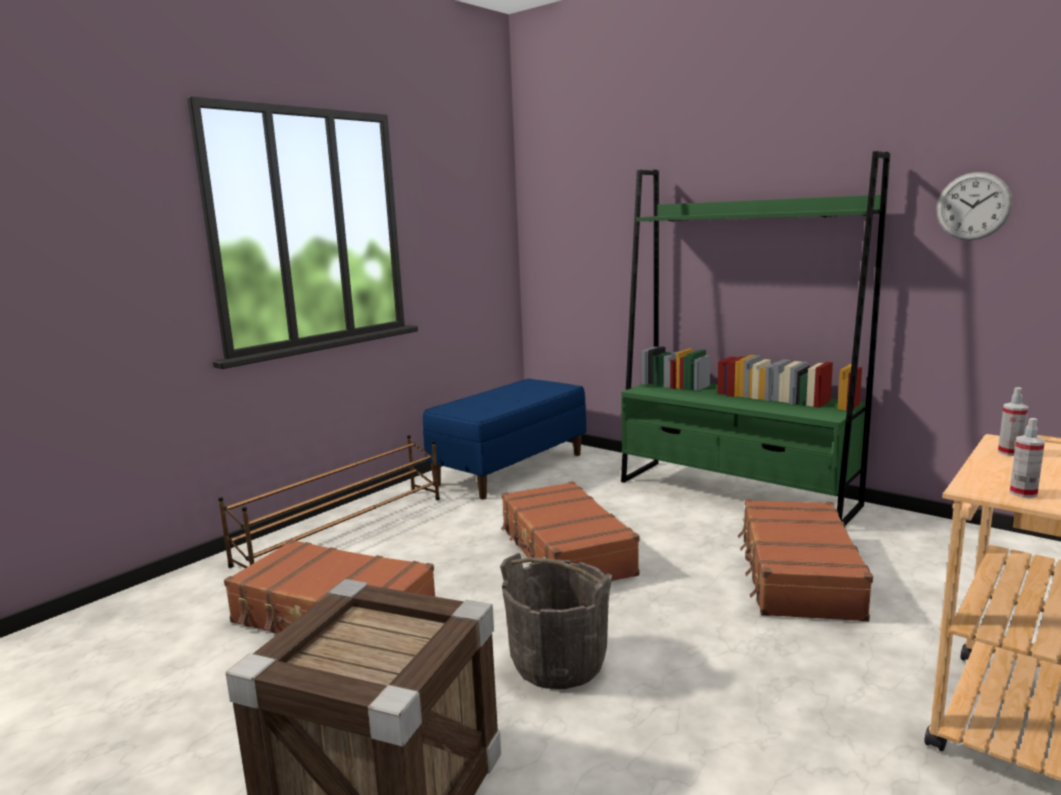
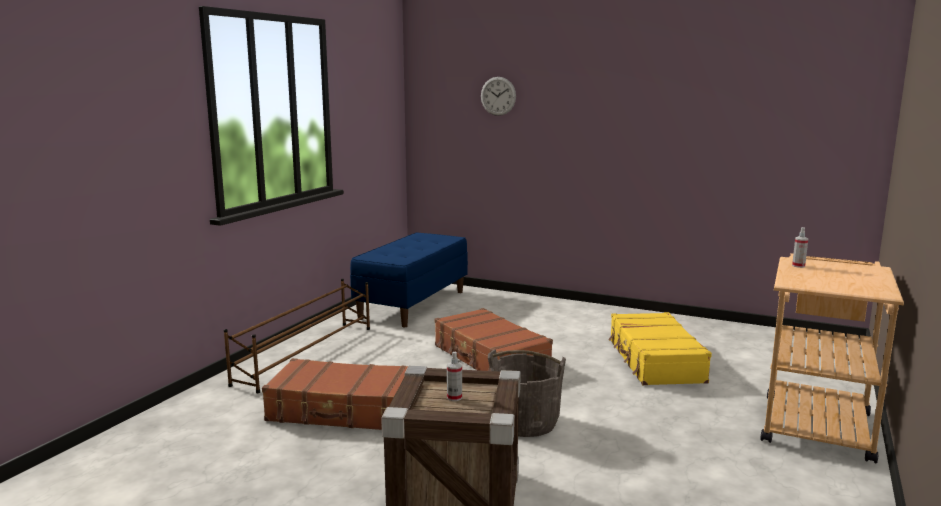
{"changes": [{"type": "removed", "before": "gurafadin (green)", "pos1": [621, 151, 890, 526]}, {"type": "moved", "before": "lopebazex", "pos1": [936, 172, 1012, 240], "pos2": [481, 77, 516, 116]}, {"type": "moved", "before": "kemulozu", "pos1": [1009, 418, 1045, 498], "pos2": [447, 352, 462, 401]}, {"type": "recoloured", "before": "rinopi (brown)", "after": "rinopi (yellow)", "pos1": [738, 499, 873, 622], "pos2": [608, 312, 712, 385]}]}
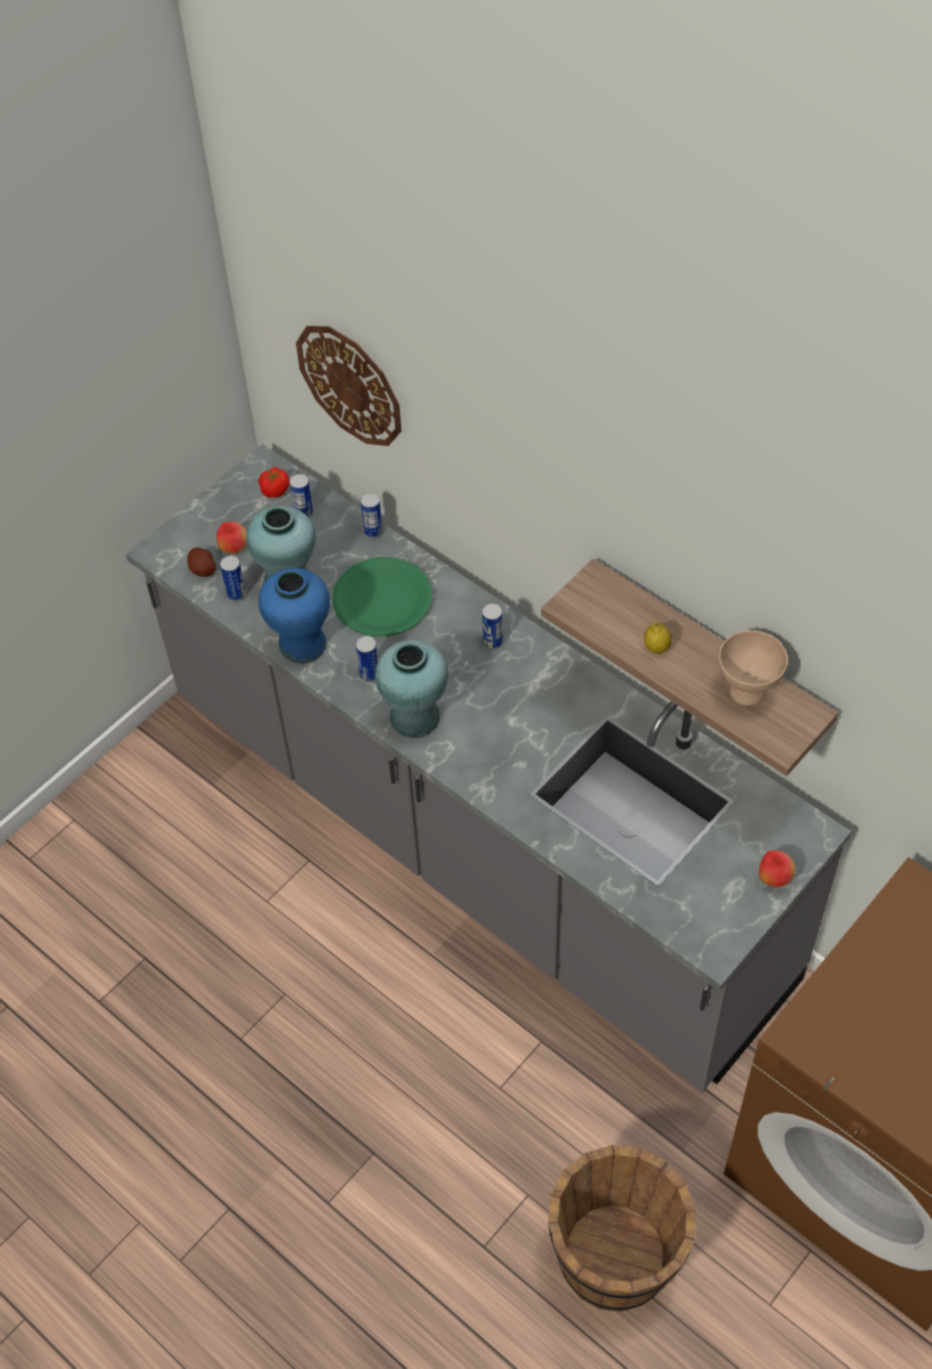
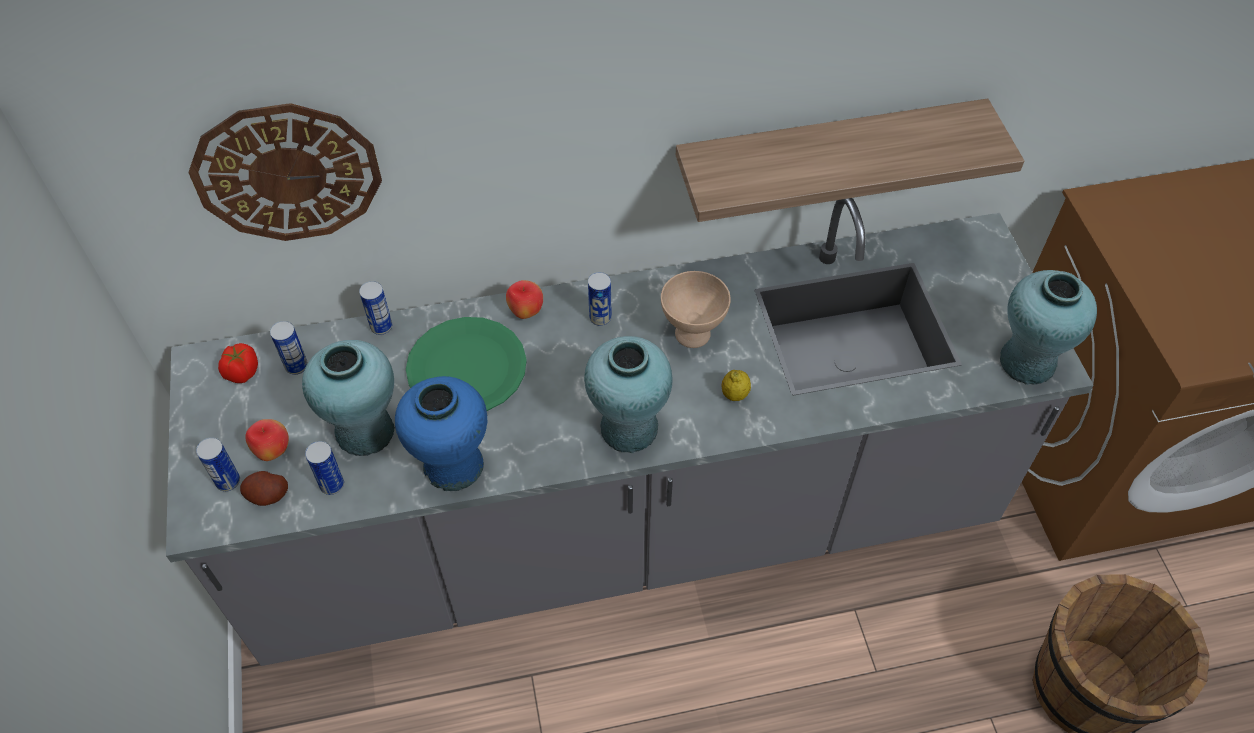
{"changes": [{"type": "moved", "before": "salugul", "pos1": [644, 622, 672, 653], "pos2": [722, 370, 751, 401]}, {"type": "moved", "before": "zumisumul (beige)", "pos1": [719, 630, 788, 706], "pos2": [661, 271, 731, 348]}, {"type": "moved", "before": "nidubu", "pos1": [356, 636, 378, 682], "pos2": [196, 438, 240, 491]}, {"type": "moved", "before": "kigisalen", "pos1": [759, 850, 796, 887], "pos2": [506, 280, 543, 319]}, {"type": "added", "after": "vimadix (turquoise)", "pos2": [1000, 270, 1097, 385]}]}
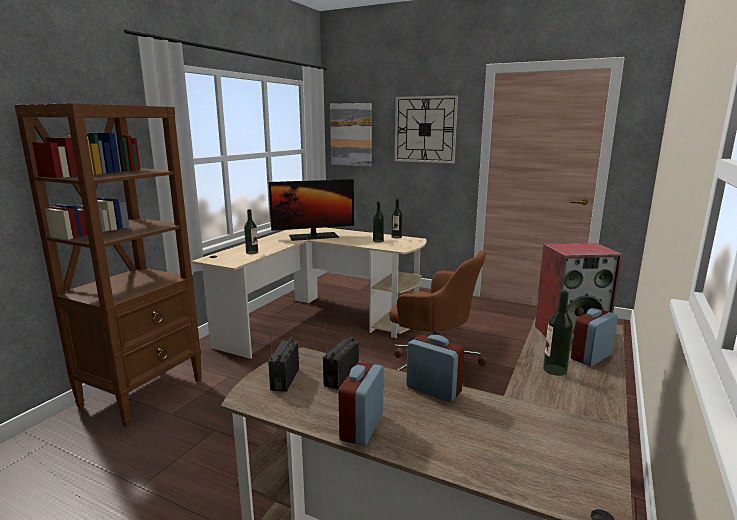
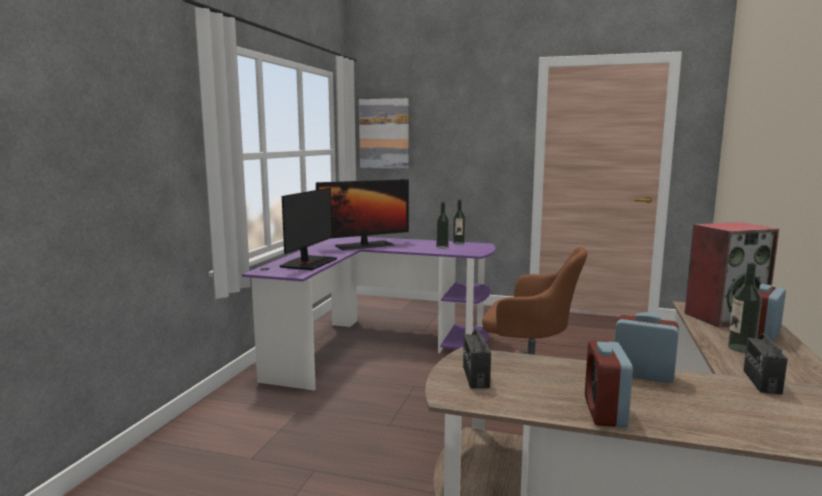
{"changes": [{"type": "removed", "before": "lopebazex", "pos1": [395, 95, 458, 163]}, {"type": "removed", "before": "gurafadin (brown)", "pos1": [14, 103, 202, 427]}, {"type": "replaced", "before": "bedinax", "after": "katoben", "pos1": [244, 209, 258, 254], "pos2": [279, 188, 338, 270]}, {"type": "recoloured", "before": "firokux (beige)", "after": "firokux (purple)", "pos1": [191, 227, 426, 359], "pos2": [242, 236, 495, 390]}, {"type": "moved", "before": "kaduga", "pos1": [323, 323, 359, 390], "pos2": [743, 314, 788, 395]}]}
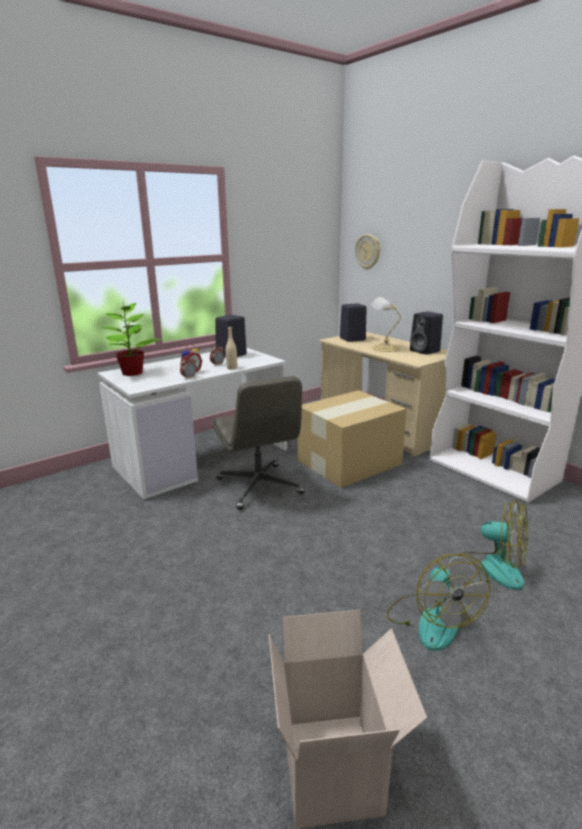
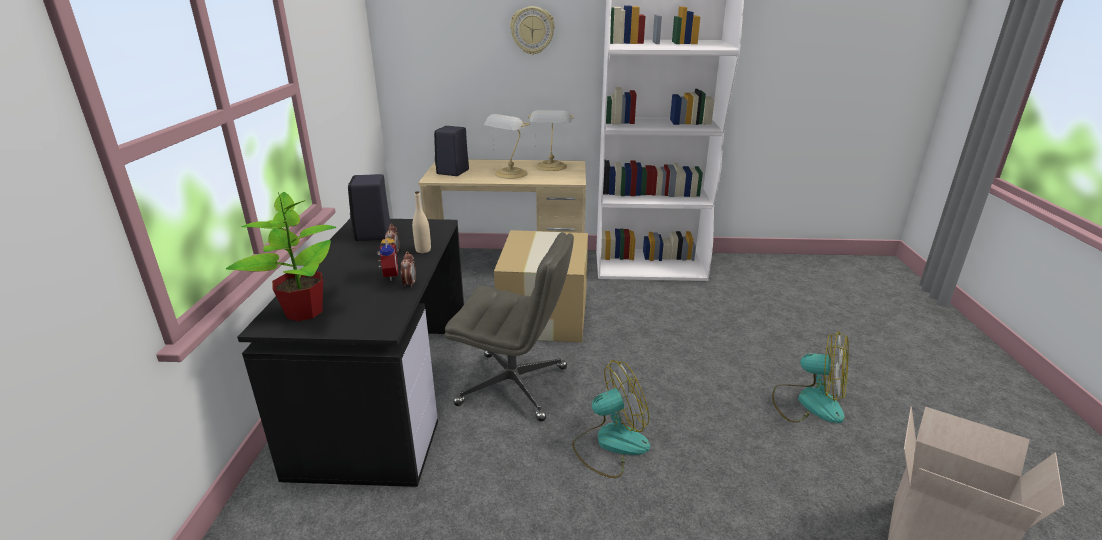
{"changes": [{"type": "moved", "before": "lopebazex", "pos1": [355, 234, 380, 270], "pos2": [510, 6, 555, 55]}, {"type": "replaced", "before": "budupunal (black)", "after": "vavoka", "pos1": [410, 311, 443, 355], "pos2": [528, 110, 574, 171]}, {"type": "recoloured", "before": "firokux (white)", "after": "firokux (black)", "pos1": [98, 347, 287, 499], "pos2": [237, 219, 464, 487]}, {"type": "moved", "before": "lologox", "pos1": [457, 500, 528, 590], "pos2": [572, 360, 650, 478]}]}
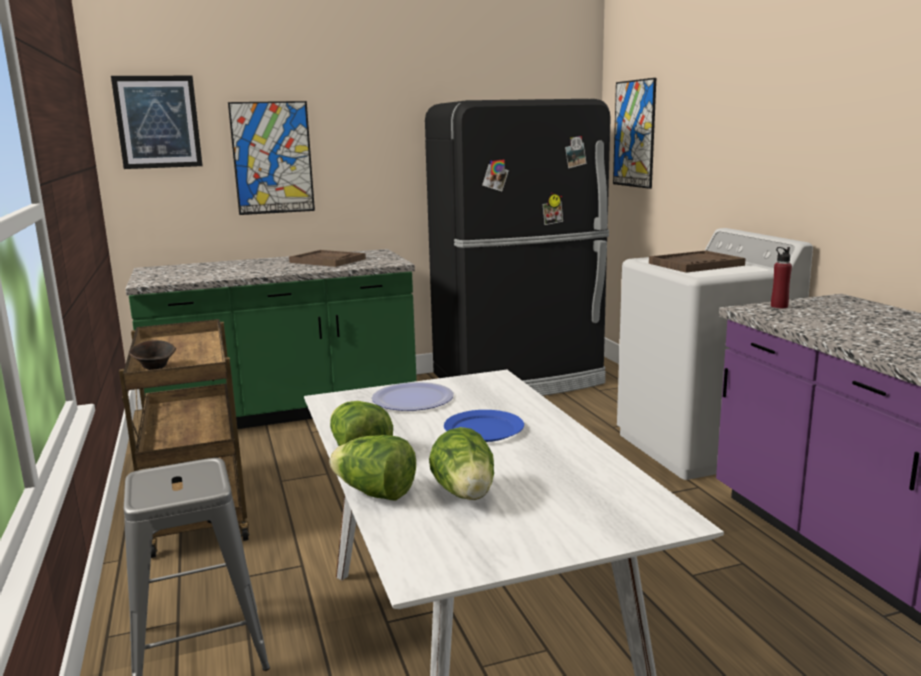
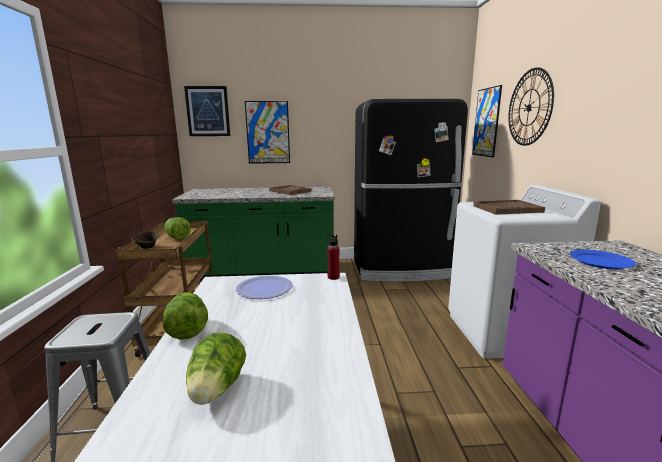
{"changes": [{"type": "moved", "before": "bedinax (red)", "pos1": [771, 247, 792, 308], "pos2": [327, 234, 340, 280]}, {"type": "moved", "before": "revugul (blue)", "pos1": [444, 410, 524, 442], "pos2": [570, 250, 636, 269]}, {"type": "moved", "before": "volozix", "pos1": [329, 435, 416, 501], "pos2": [164, 217, 191, 240]}, {"type": "added", "after": "lopebazex", "pos2": [508, 68, 554, 146]}]}
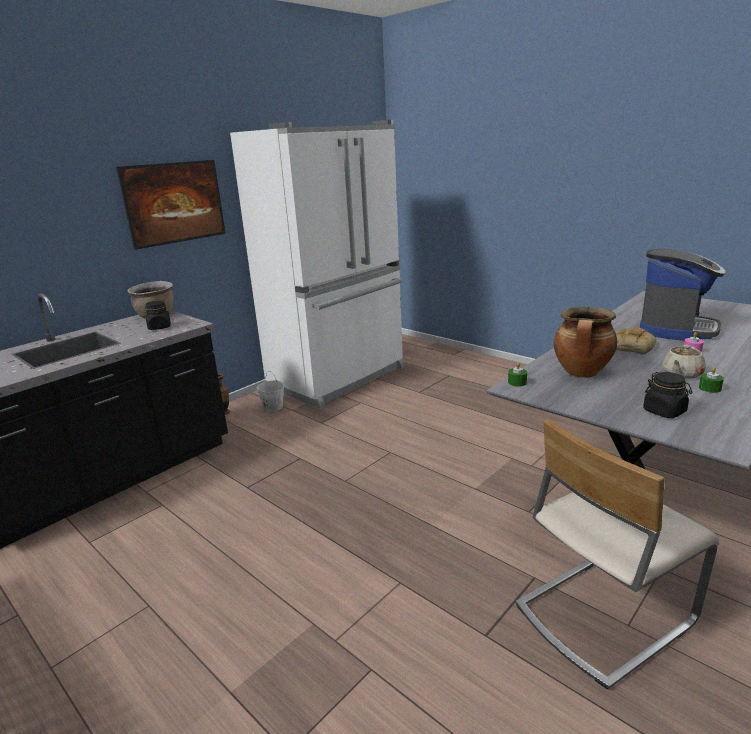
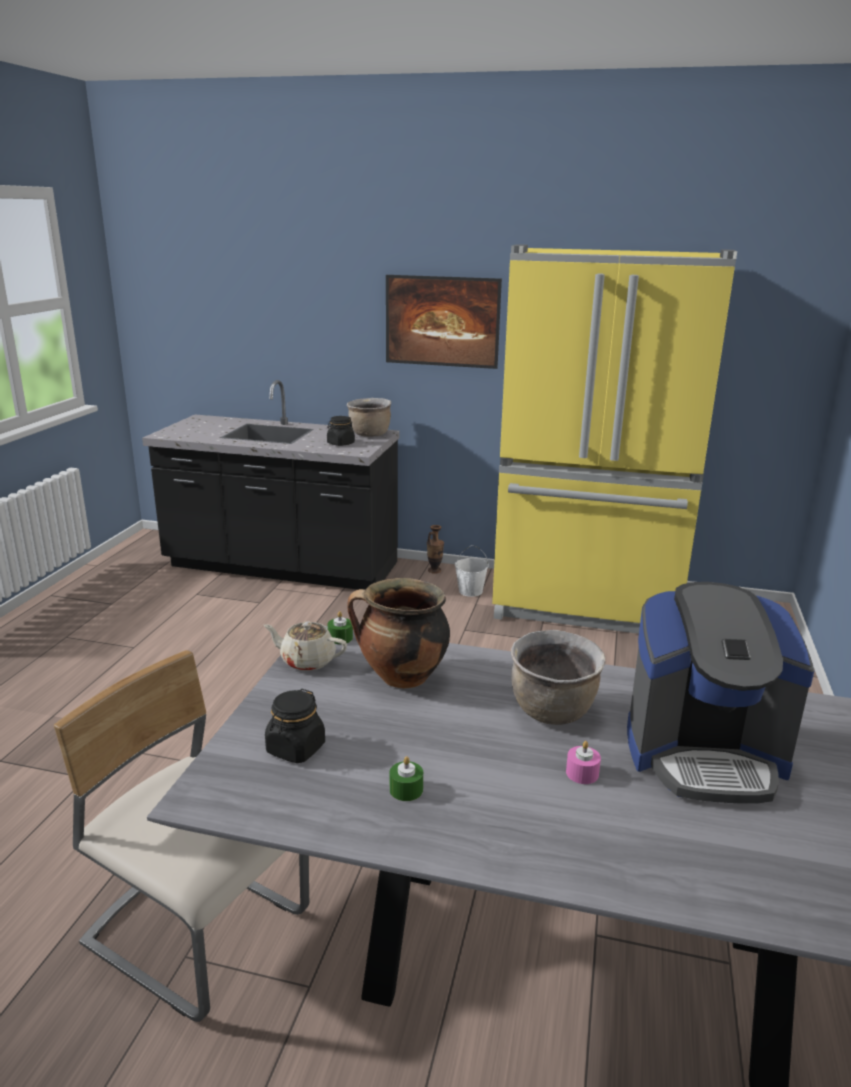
{"changes": [{"type": "recoloured", "before": "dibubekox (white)", "after": "dibubekox (yellow)", "pos1": [230, 120, 404, 409], "pos2": [492, 244, 737, 634]}, {"type": "replaced", "before": "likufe", "after": "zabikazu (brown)", "pos1": [616, 327, 656, 355], "pos2": [511, 630, 605, 725]}, {"type": "moved", "before": "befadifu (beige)", "pos1": [662, 345, 706, 379], "pos2": [264, 621, 347, 671]}]}
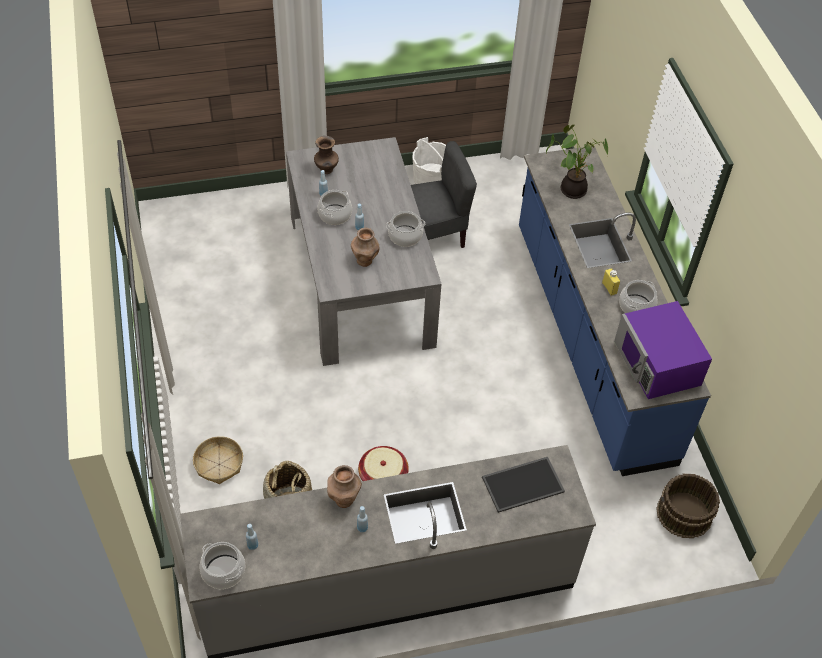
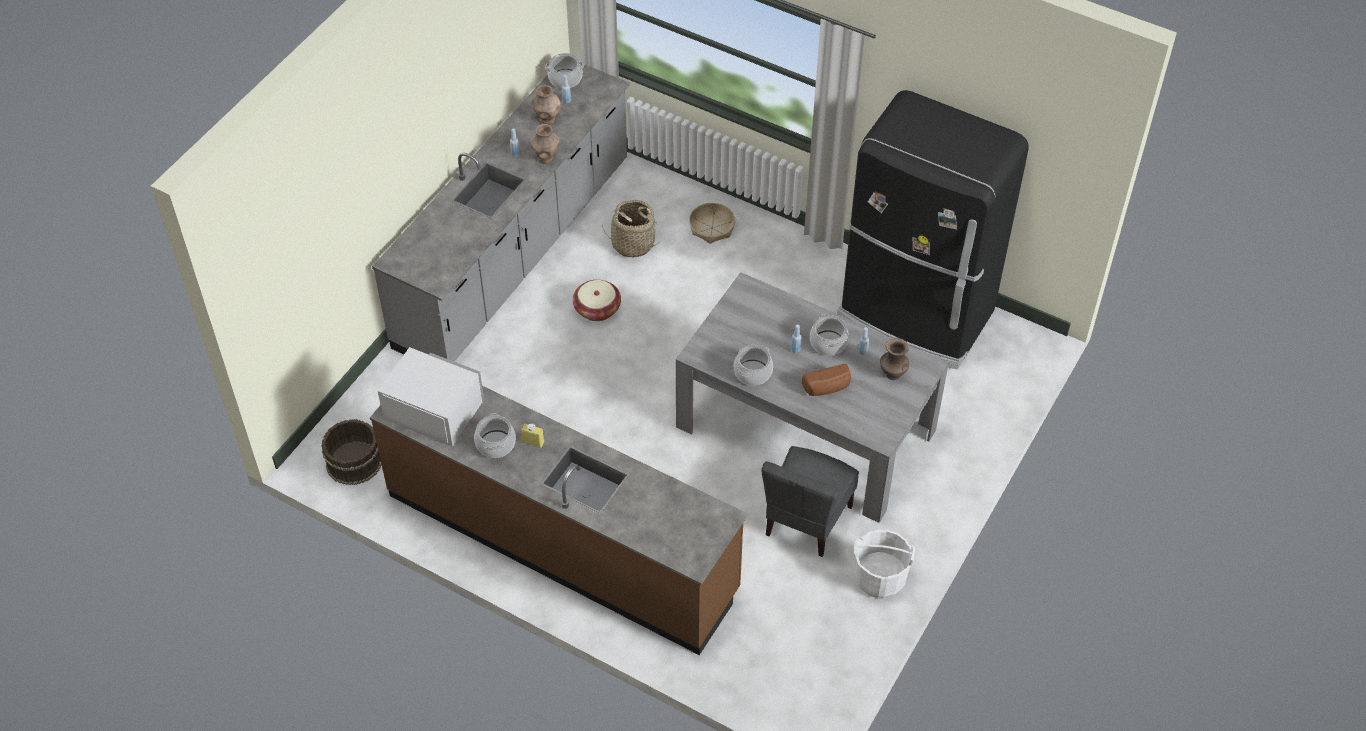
{"changes": [{"type": "removed", "before": "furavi", "pos1": [546, 125, 608, 199]}, {"type": "recoloured", "before": "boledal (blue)", "after": "boledal (brown)", "pos1": [519, 146, 711, 476], "pos2": [370, 386, 748, 655]}, {"type": "moved", "before": "vimadix (brown)", "pos1": [351, 228, 379, 267], "pos2": [532, 85, 561, 125]}, {"type": "recoloured", "before": "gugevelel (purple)", "after": "gugevelel (white)", "pos1": [614, 301, 712, 399], "pos2": [378, 347, 484, 447]}, {"type": "removed", "before": "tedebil", "pos1": [482, 457, 565, 513]}, {"type": "added", "after": "dibubekox (black)", "pos2": [837, 90, 1029, 369]}, {"type": "added", "after": "likufe", "pos2": [802, 364, 851, 396]}]}
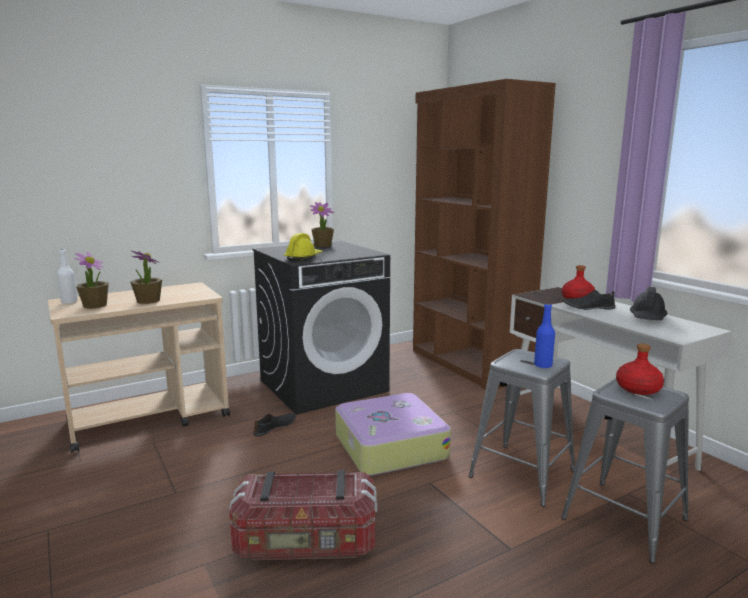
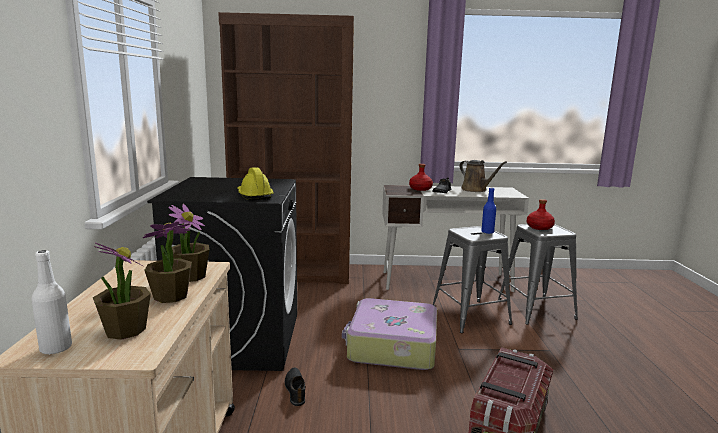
{"changes": [{"type": "moved", "before": "furavi", "pos1": [310, 202, 334, 247], "pos2": [168, 204, 209, 282]}, {"type": "replaced", "before": "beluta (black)", "after": "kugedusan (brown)", "pos1": [630, 287, 667, 320], "pos2": [459, 160, 507, 192]}]}
